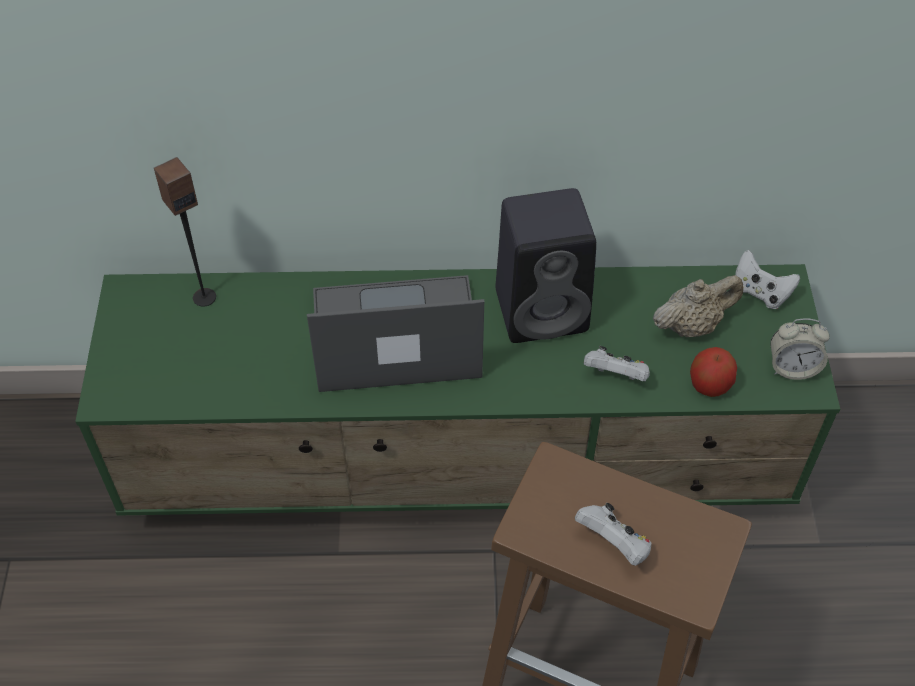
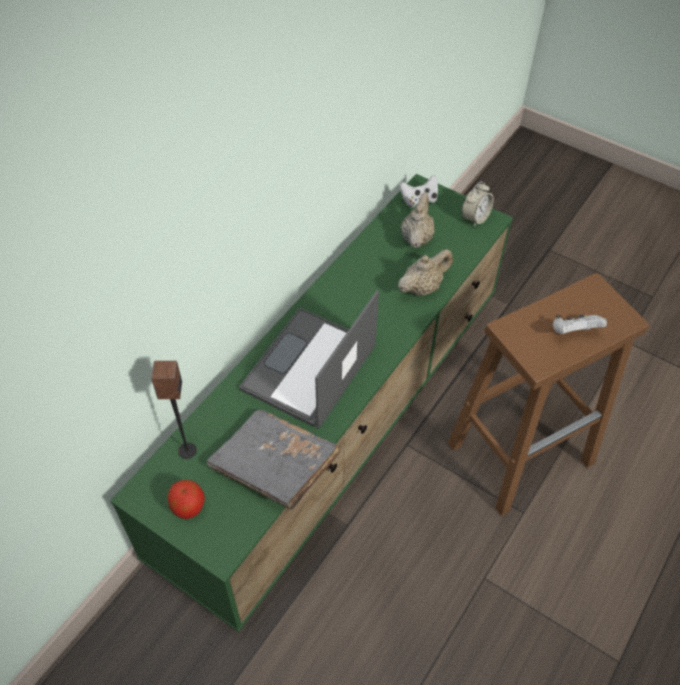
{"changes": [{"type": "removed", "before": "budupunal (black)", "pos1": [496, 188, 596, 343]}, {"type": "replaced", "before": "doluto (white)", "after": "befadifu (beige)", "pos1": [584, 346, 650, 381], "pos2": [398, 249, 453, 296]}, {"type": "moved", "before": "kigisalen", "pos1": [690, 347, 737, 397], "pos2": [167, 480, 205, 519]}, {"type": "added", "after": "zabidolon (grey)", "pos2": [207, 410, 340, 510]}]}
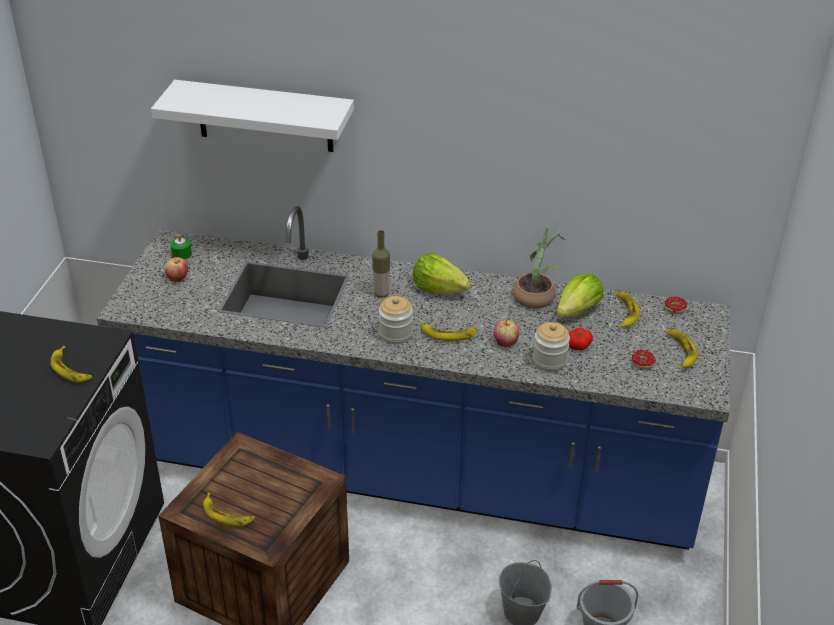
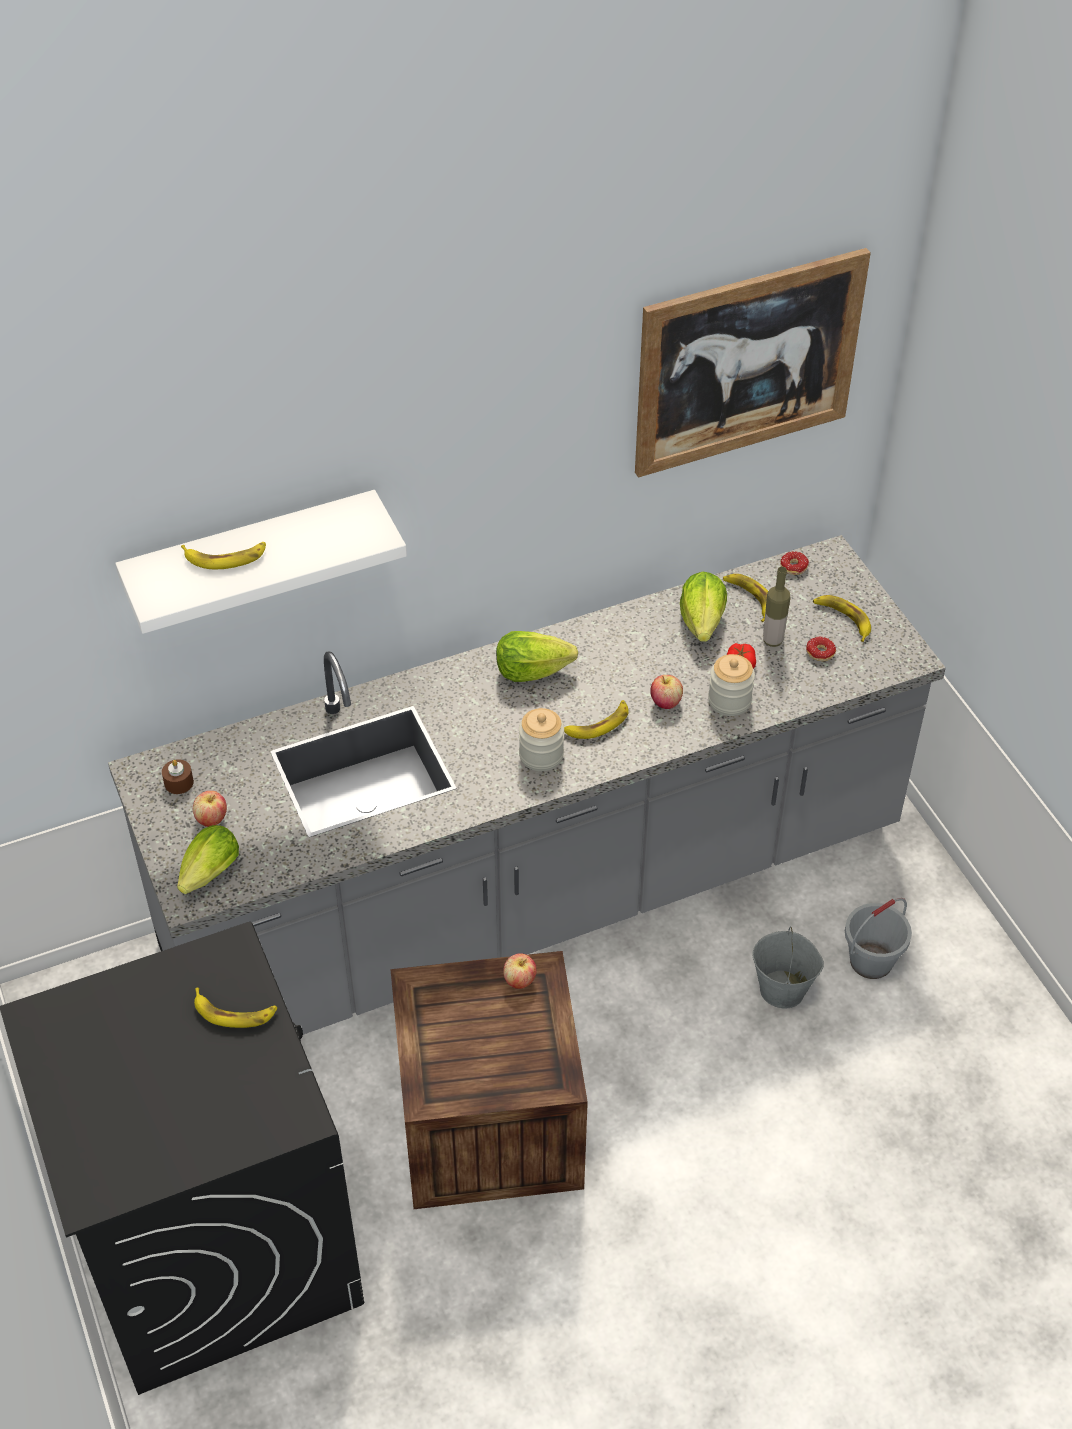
{"changes": [{"type": "recoloured", "before": "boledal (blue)", "after": "boledal (grey)", "pos1": [97, 206, 730, 550], "pos2": [108, 535, 946, 1035]}, {"type": "removed", "before": "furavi", "pos1": [513, 226, 567, 309]}, {"type": "moved", "before": "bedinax", "pos1": [372, 230, 390, 298], "pos2": [763, 567, 790, 647]}, {"type": "recoloured", "before": "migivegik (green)", "after": "migivegik (brown)", "pos1": [170, 235, 192, 259], "pos2": [162, 759, 194, 794]}, {"type": "moved", "before": "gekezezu", "pos1": [203, 493, 255, 526], "pos2": [181, 542, 266, 569]}, {"type": "added", "after": "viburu", "pos2": [635, 248, 871, 478]}, {"type": "added", "after": "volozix", "pos2": [177, 825, 239, 894]}, {"type": "added", "after": "kigisalen", "pos2": [503, 953, 537, 989]}]}
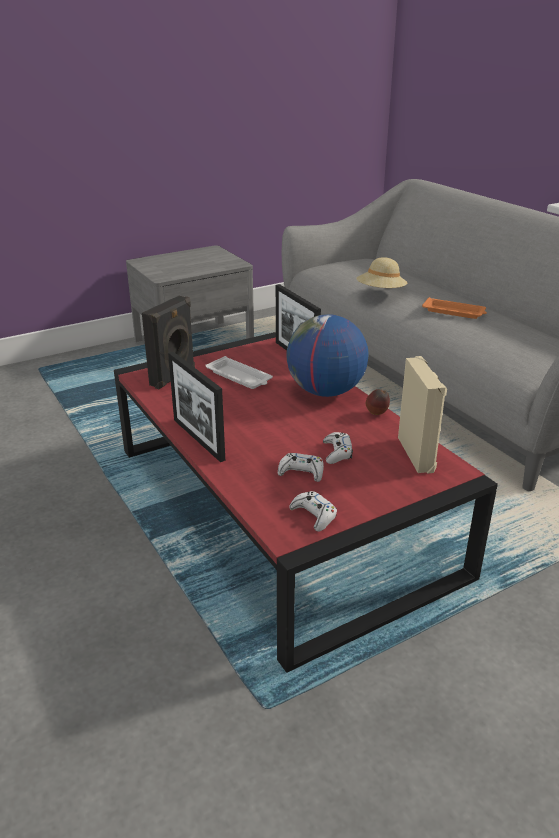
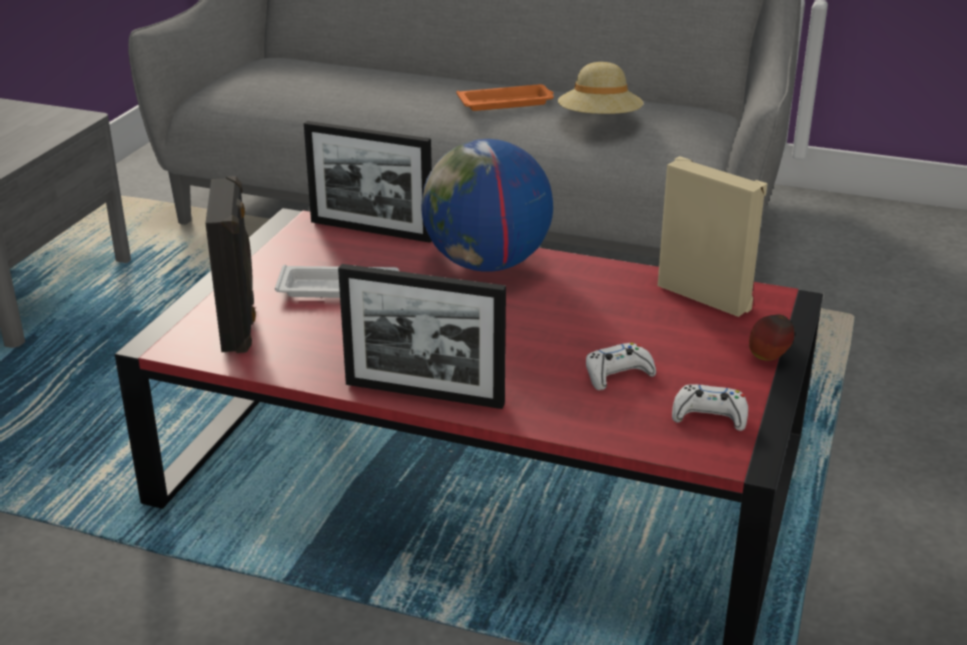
{"changes": [{"type": "moved", "before": "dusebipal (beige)", "pos1": [356, 257, 407, 288], "pos2": [558, 62, 643, 114]}, {"type": "moved", "before": "kigisalen", "pos1": [366, 389, 390, 415], "pos2": [749, 314, 794, 361]}, {"type": "removed", "before": "doluto (white)", "pos1": [323, 432, 353, 464]}]}
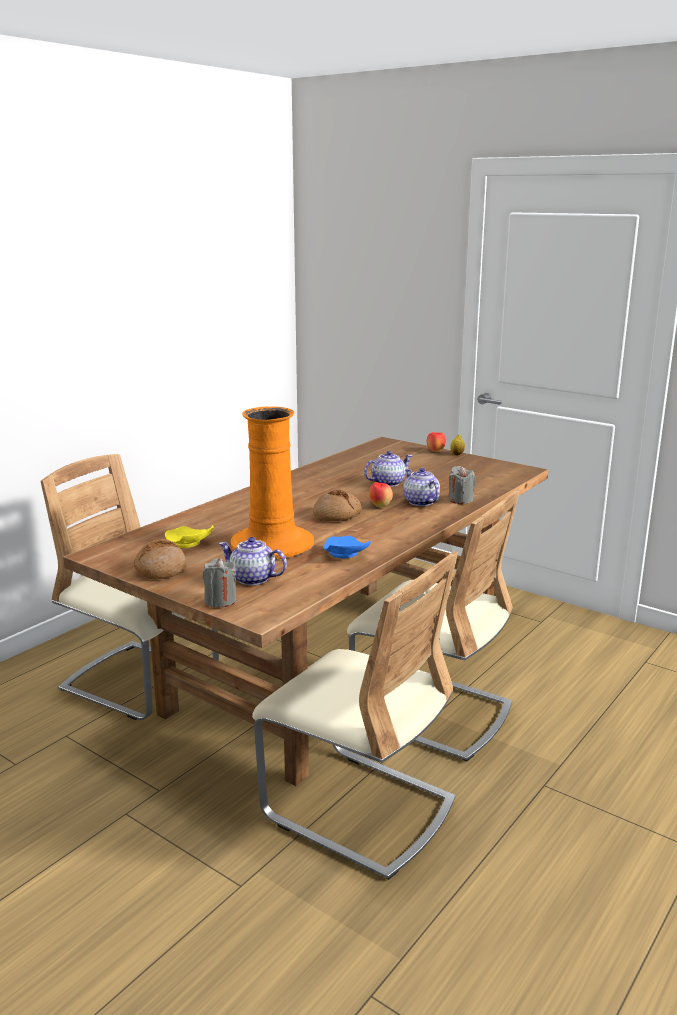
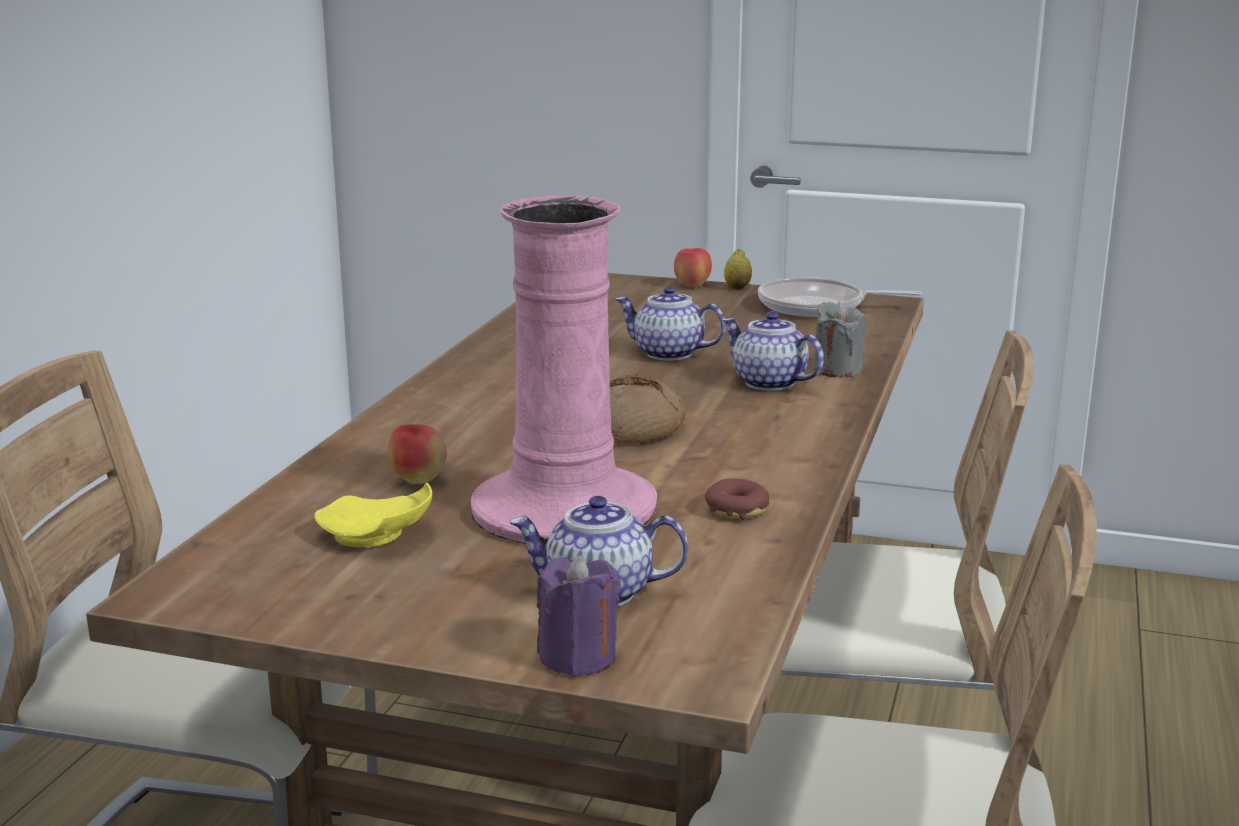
{"changes": [{"type": "recoloured", "before": "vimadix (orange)", "after": "vimadix (pink)", "pos1": [231, 406, 314, 560], "pos2": [471, 196, 657, 544]}, {"type": "turned", "before": "befadifu", "pos1": [364, 451, 412, 487], "pos2": [615, 286, 726, 361], "turn": -105}, {"type": "moved", "before": "kigisalen", "pos1": [369, 482, 393, 507], "pos2": [388, 424, 447, 484]}, {"type": "replaced", "before": "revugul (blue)", "after": "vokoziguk", "pos1": [323, 536, 371, 558], "pos2": [705, 478, 769, 520]}, {"type": "removed", "before": "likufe", "pos1": [134, 539, 187, 580]}, {"type": "recoloured", "before": "migivegik (grey)", "after": "migivegik (purple)", "pos1": [203, 558, 236, 607], "pos2": [537, 555, 621, 677]}, {"type": "added", "after": "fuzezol", "pos2": [758, 277, 922, 317]}]}
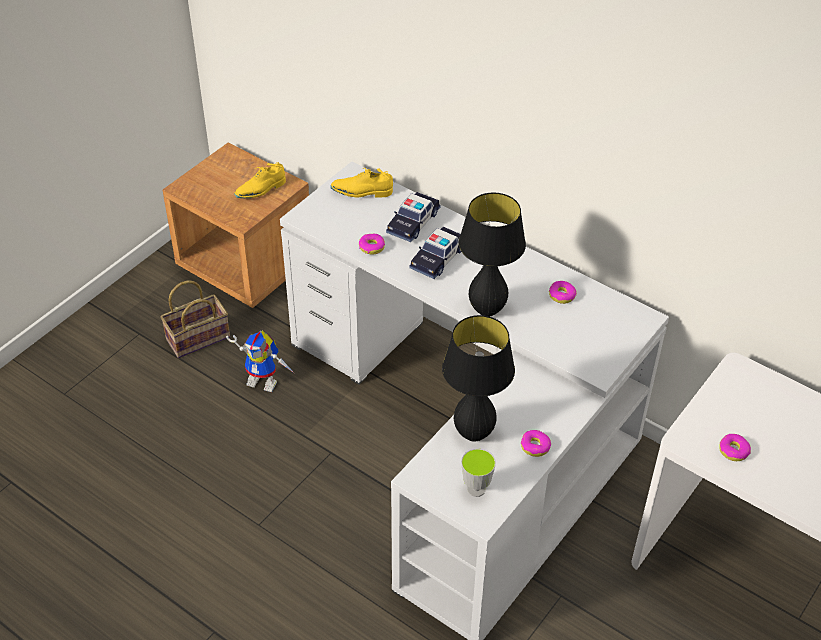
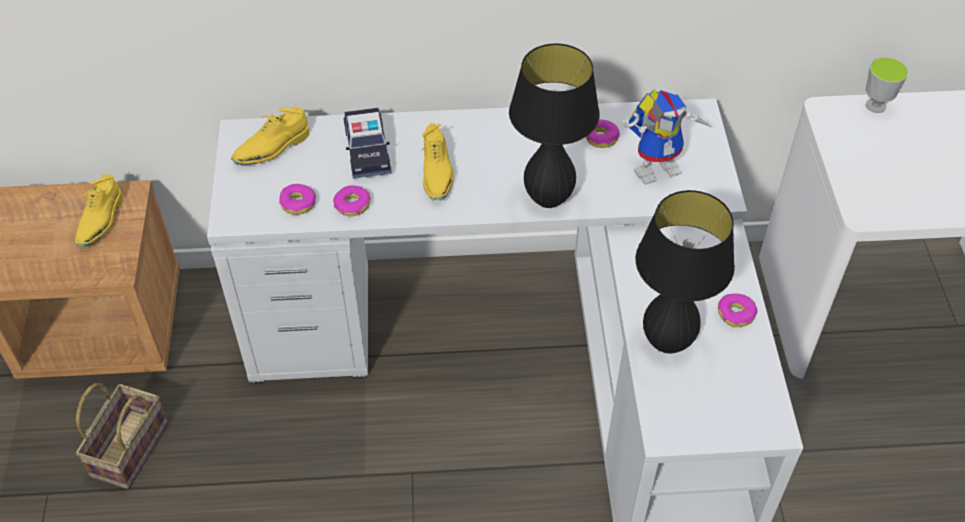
{"changes": [{"type": "replaced", "before": "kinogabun", "after": "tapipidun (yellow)", "pos1": [409, 227, 461, 279], "pos2": [421, 123, 454, 200]}, {"type": "moved", "before": "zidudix", "pos1": [226, 330, 295, 392], "pos2": [622, 89, 711, 185]}, {"type": "moved", "before": "vokoziguk", "pos1": [719, 434, 751, 461], "pos2": [279, 184, 316, 215]}, {"type": "moved", "before": "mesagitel", "pos1": [461, 448, 496, 497], "pos2": [866, 57, 909, 113]}]}
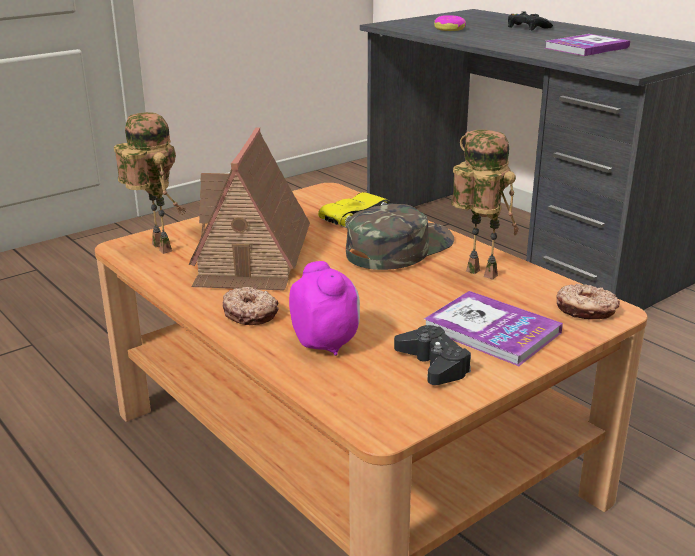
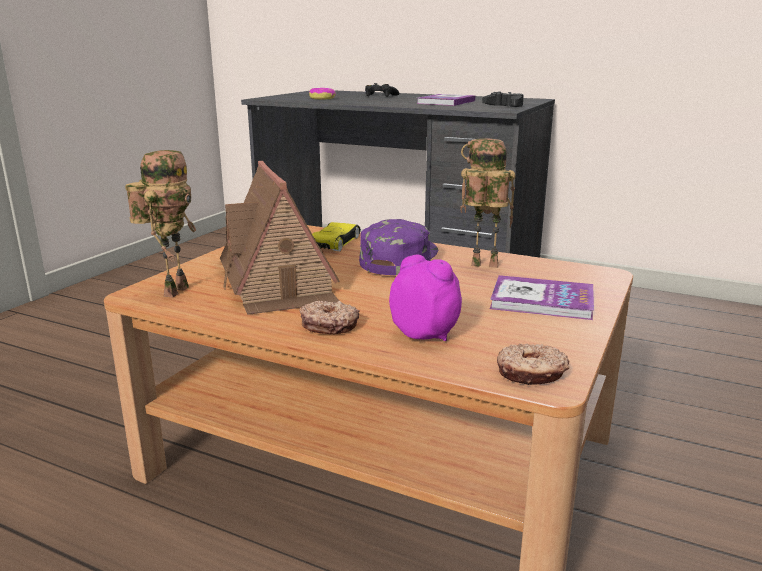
{"changes": [{"type": "turned", "before": "zidudix", "pos1": [114, 112, 186, 254], "pos2": [125, 150, 196, 298], "turn": 75}, {"type": "recoloured", "before": "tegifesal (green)", "after": "tegifesal (purple)", "pos1": [346, 204, 454, 270], "pos2": [359, 219, 438, 275]}, {"type": "moved", "before": "vokoziguk", "pos1": [556, 284, 620, 319], "pos2": [497, 344, 569, 385]}, {"type": "moved", "before": "doluto (black)", "pos1": [394, 325, 471, 385], "pos2": [482, 91, 524, 107]}]}
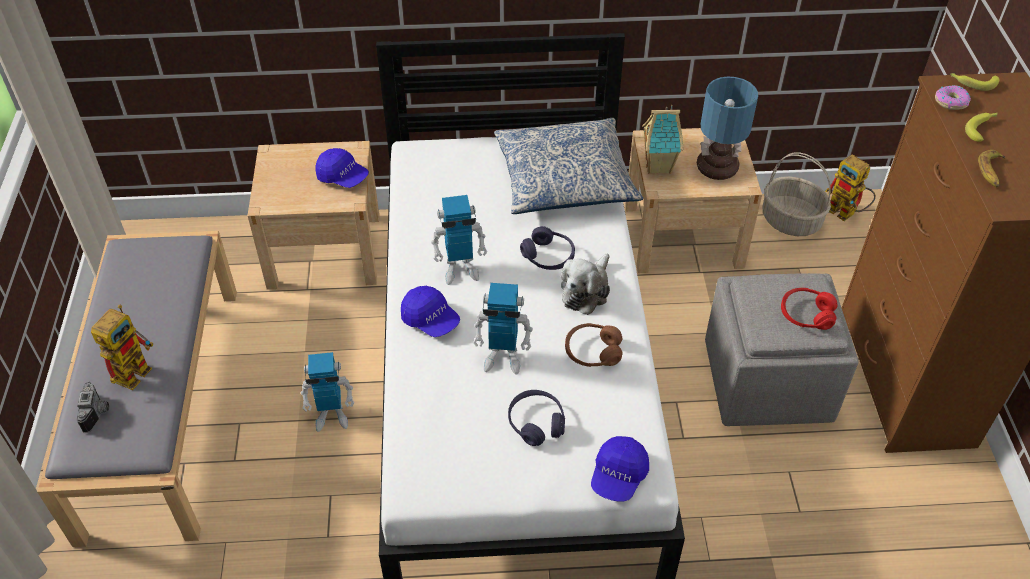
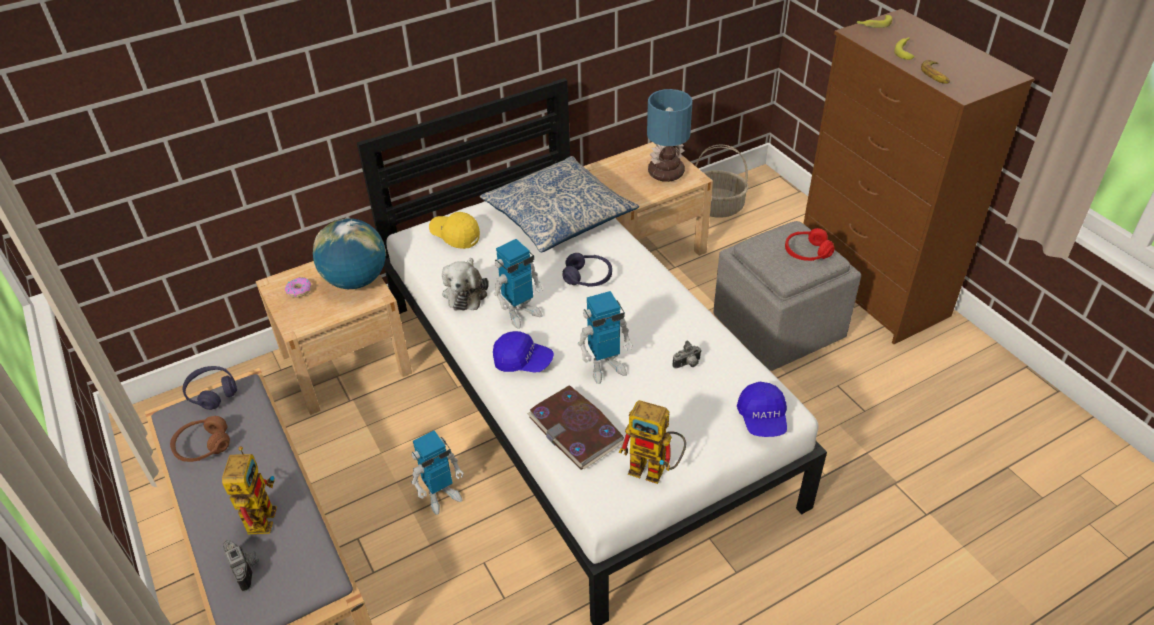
{"changes": [{"type": "moved", "before": "vokoziguk", "pos1": [935, 85, 971, 110], "pos2": [285, 277, 311, 298]}, {"type": "removed", "before": "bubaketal", "pos1": [642, 105, 683, 174]}, {"type": "replaced", "before": "tegifesal (blue)", "after": "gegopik", "pos1": [315, 148, 369, 188], "pos2": [313, 218, 386, 289]}, {"type": "moved", "before": "zidudix", "pos1": [825, 154, 876, 221], "pos2": [619, 400, 686, 484]}, {"type": "moved", "before": "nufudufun", "pos1": [561, 254, 610, 315], "pos2": [442, 258, 489, 310]}, {"type": "moved", "before": "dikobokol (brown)", "pos1": [565, 323, 623, 367], "pos2": [170, 416, 230, 462]}, {"type": "moved", "before": "dikobokol (purple)", "pos1": [508, 390, 565, 446], "pos2": [182, 366, 237, 410]}, {"type": "added", "after": "tegifesal (yellow)", "pos2": [429, 212, 480, 249]}, {"type": "added", "after": "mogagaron", "pos2": [672, 340, 702, 369]}, {"type": "added", "after": "zabidolon", "pos2": [527, 385, 624, 470]}]}
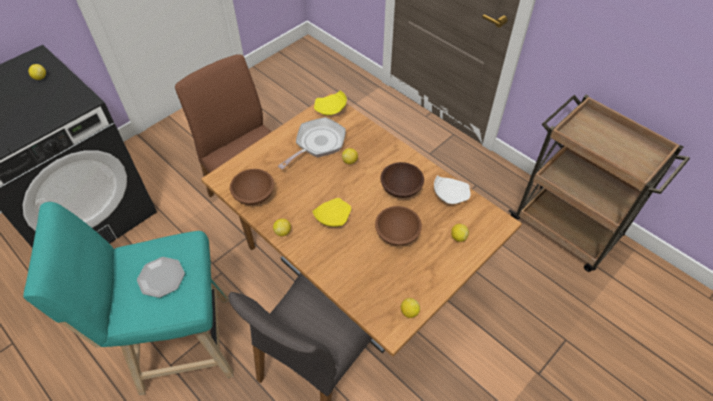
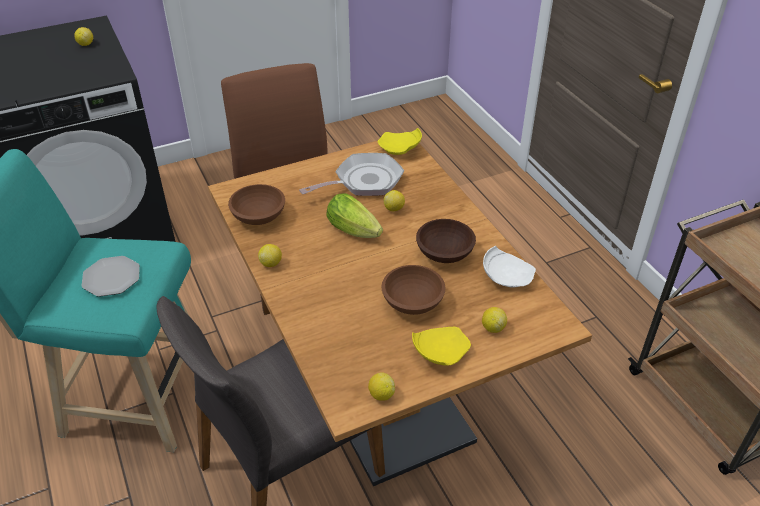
{"changes": [{"type": "moved", "before": "revugul (yellow)", "pos1": [312, 198, 351, 227], "pos2": [412, 327, 471, 366]}, {"type": "added", "after": "volozix", "pos2": [327, 193, 383, 238]}]}
